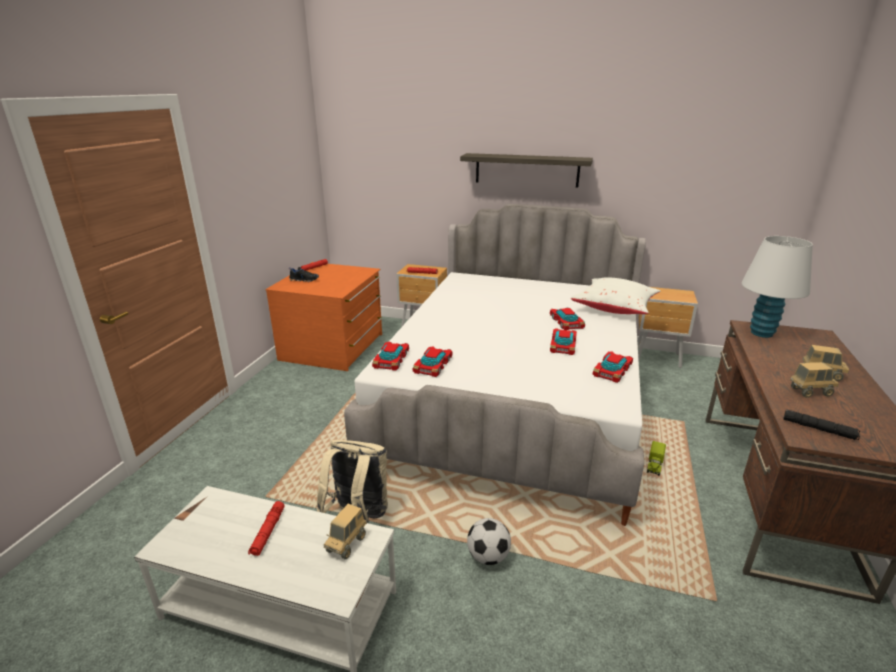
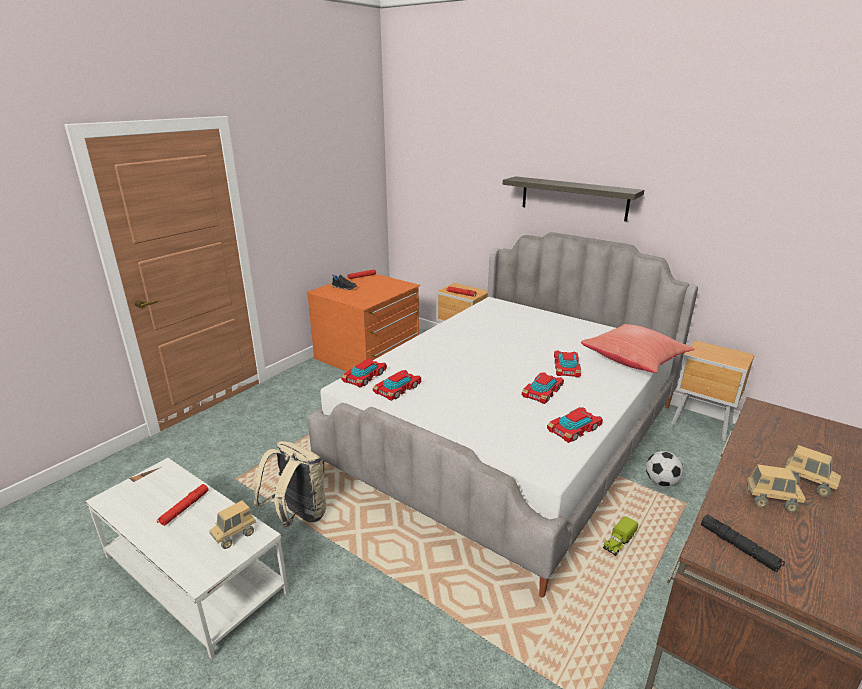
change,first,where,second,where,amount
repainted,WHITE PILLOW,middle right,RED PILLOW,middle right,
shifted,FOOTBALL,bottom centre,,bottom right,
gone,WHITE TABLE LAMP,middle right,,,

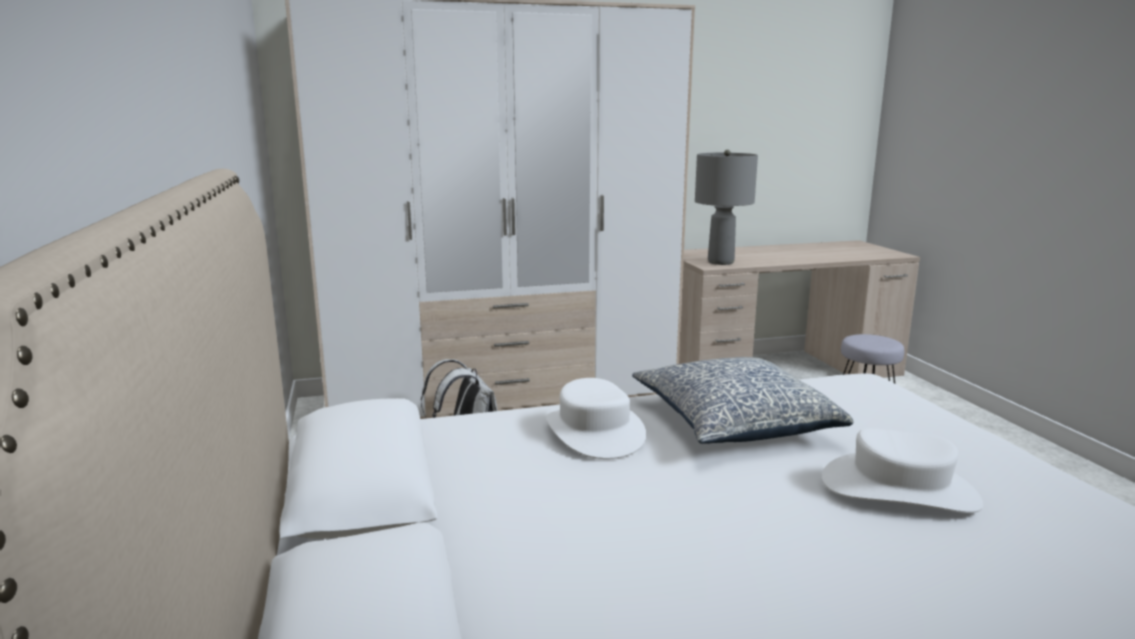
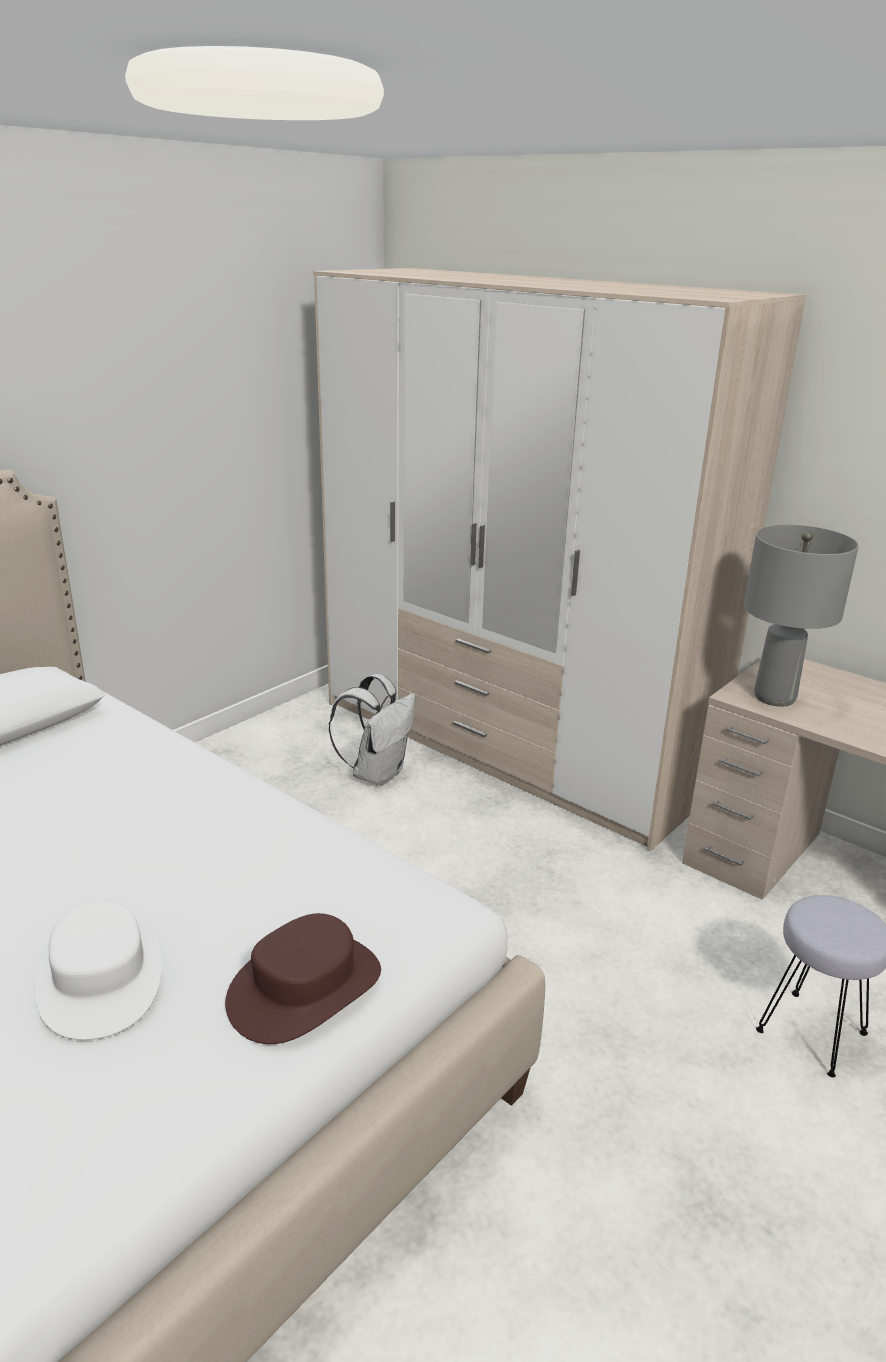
change,first,where,second,where,amount
new,,,BROWN HAT,bottom centre,
gone,WHITE HAT (no. 1 from left),centre,,,
gone,PILLOW,centre,,,

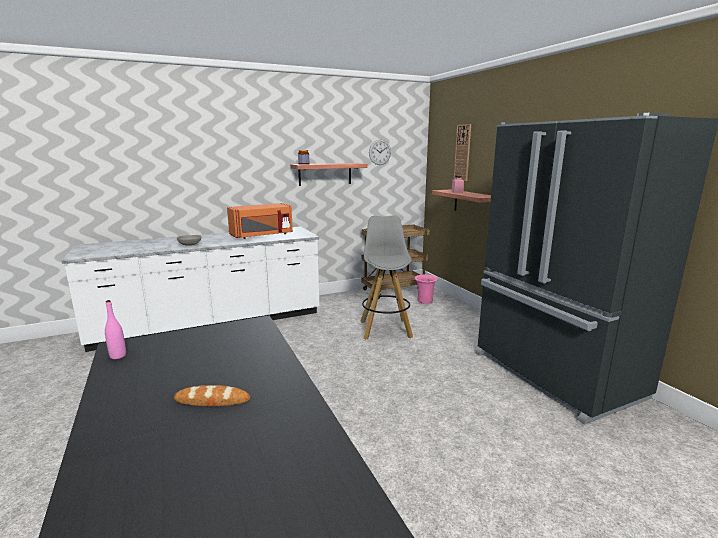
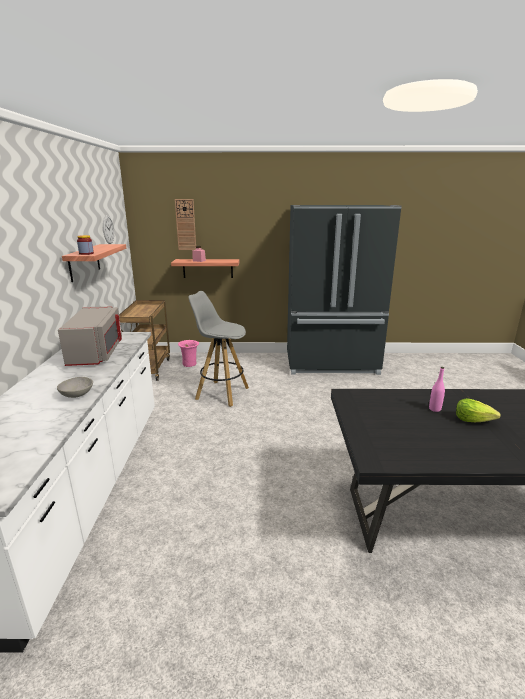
change,first,where,second,where,amount
repainted,ORANGE MICROWAVE,centre,GREY MICROWAVE,middle left,
shifted,PINK BOTTLE,middle left,,middle right,
swapped,BREAD,bottom left,LETTUCE,middle right,

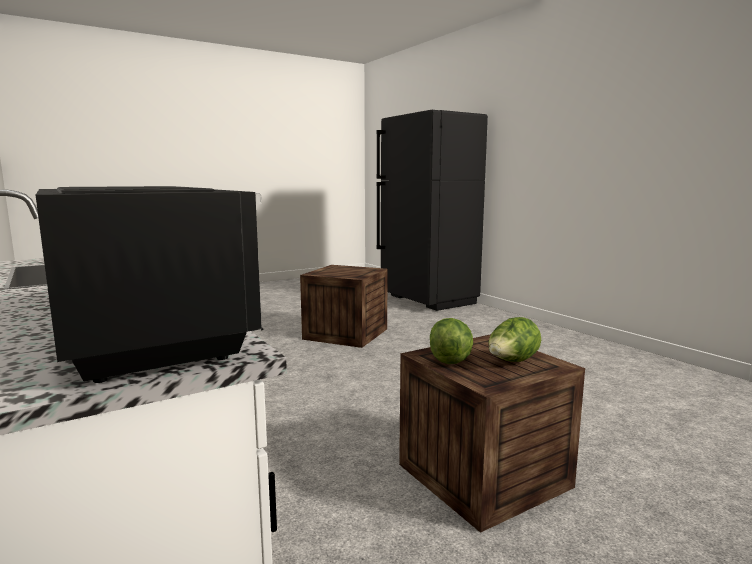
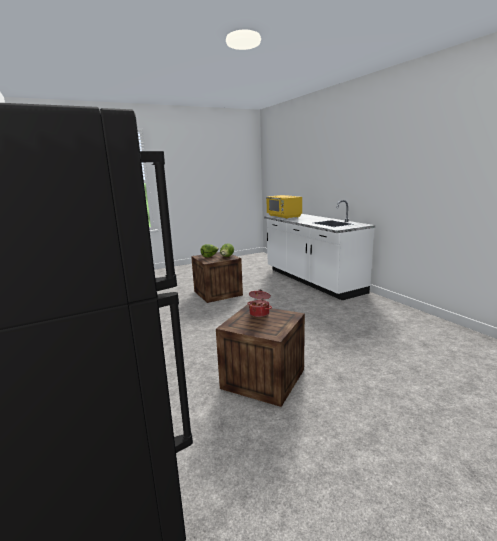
change,first,where,second,where,amount
new,,,COOKING POT,centre,
repainted,BLACK MICROWAVE,middle left,YELLOW MICROWAVE,centre,

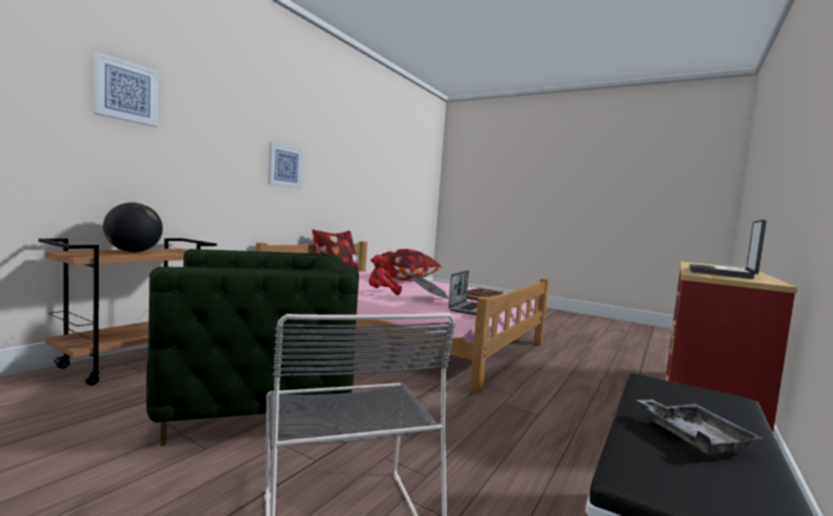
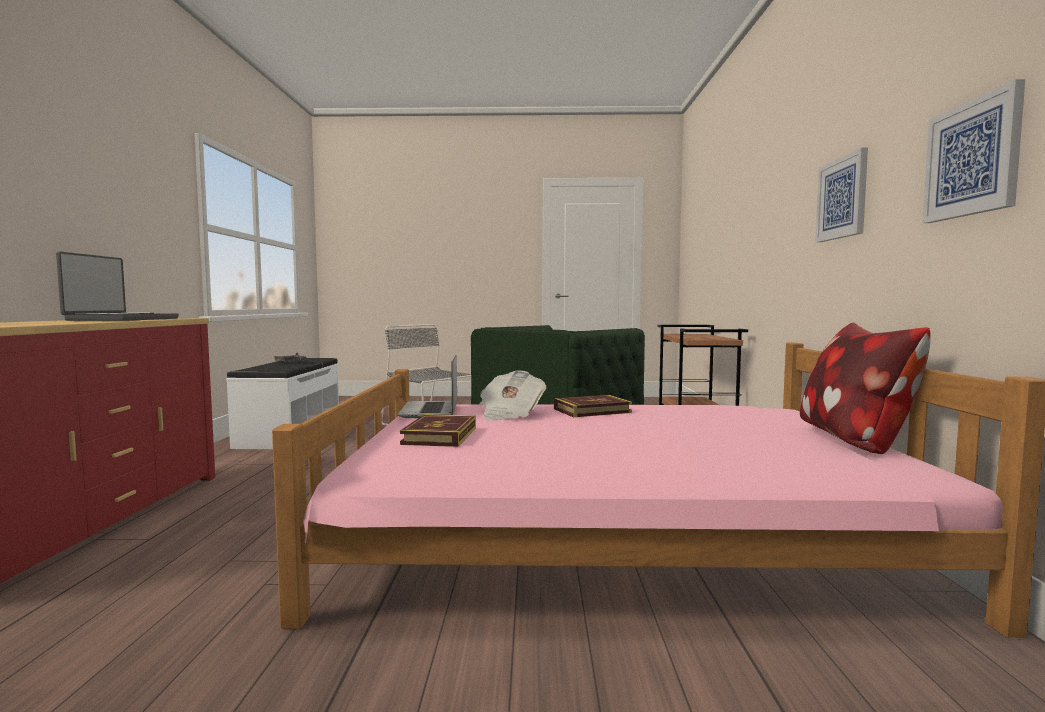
change,first,where,second,where,amount
swapped,RED PLUSH TOY,centre,BOOK (no. 2 from left),centre,
shifted,PICTURE (no. 1 from left in the first image),top left,PICTURE (no. 2 from left),top right,
gone,GLOBE,middle left,,,
gone,PILLOW (no. 2 from left),centre,,,

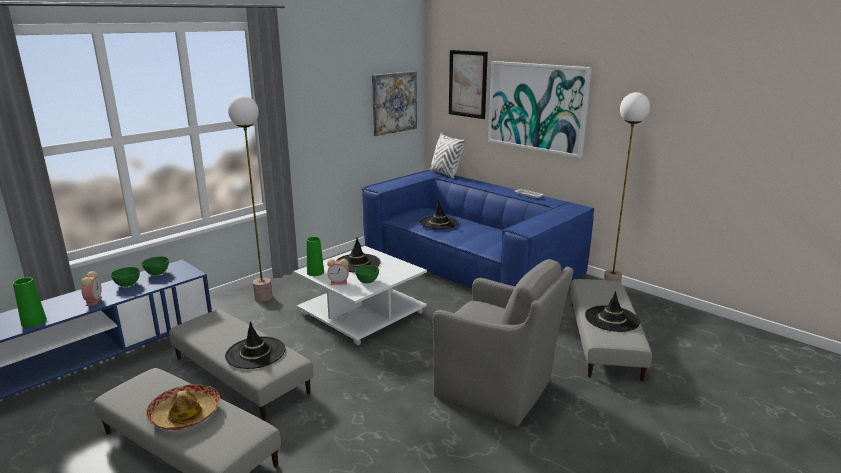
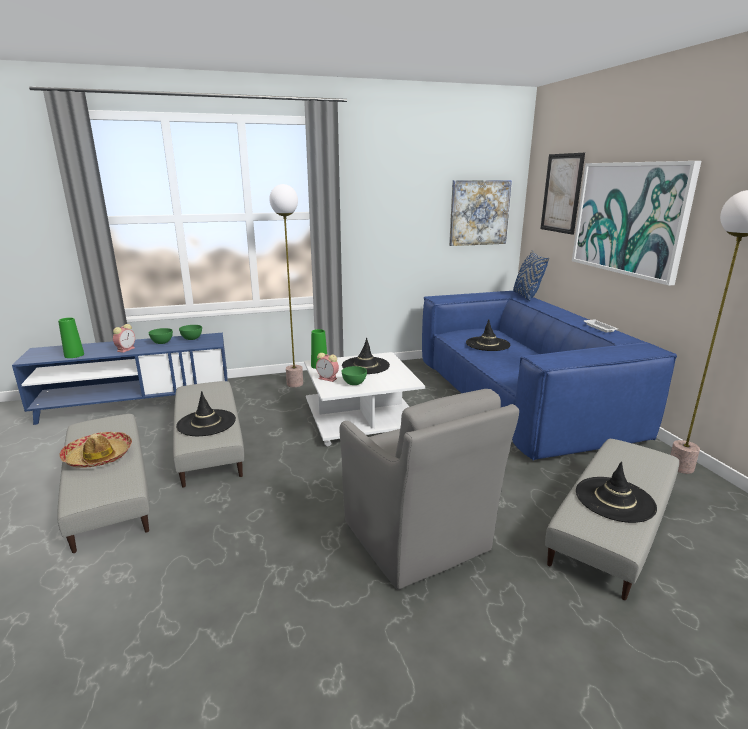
change,first,where,second,where,amount
repainted,WHITE PILLOW,top centre,BLUE PILLOW,middle right,

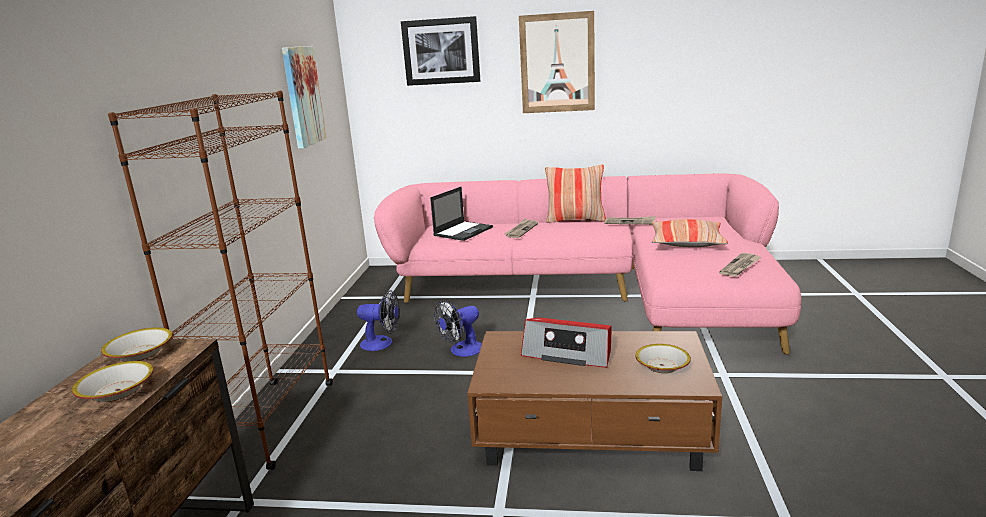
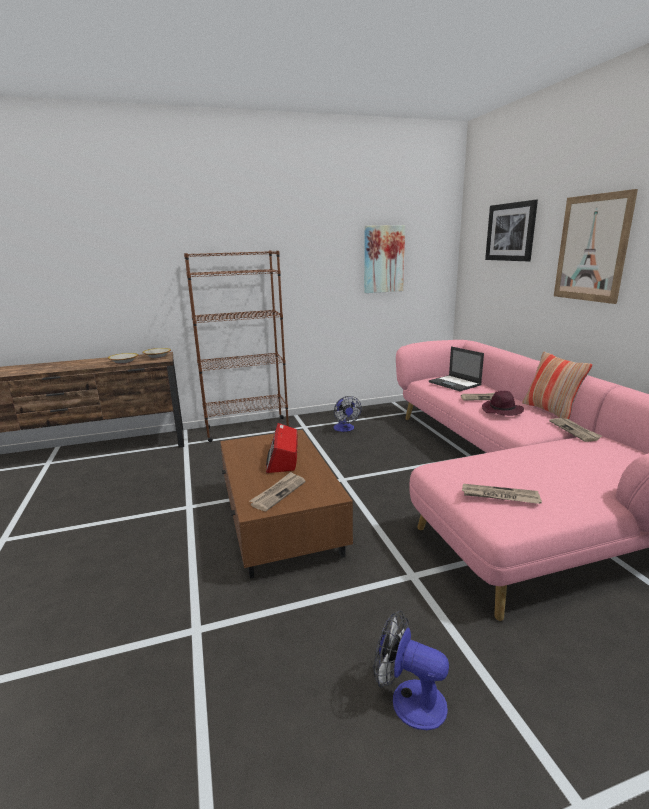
change,first,where,second,where,amount
swapped,BOWL (no. 3 from left),bottom right,NEWSPAPER (no. 1 from left),centre,
shifted,FAN (no. 2 from left),centre,,bottom centre,
rotated,LAPTOP,centre,,middle right,45 degrees clockwise
new,,,PURPLE HAT,middle right,
gone,PILLOW (no. 2 from left),middle right,,,

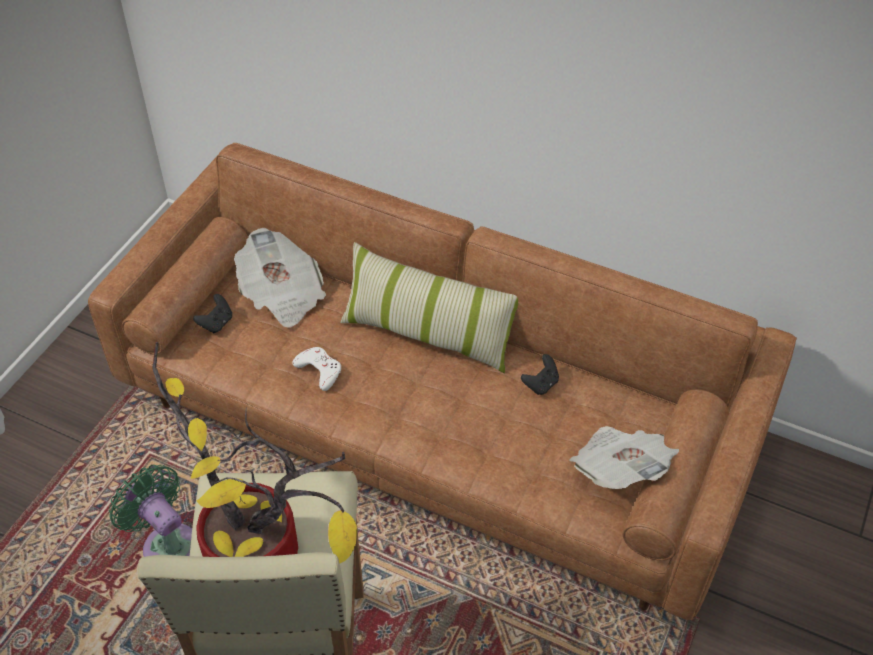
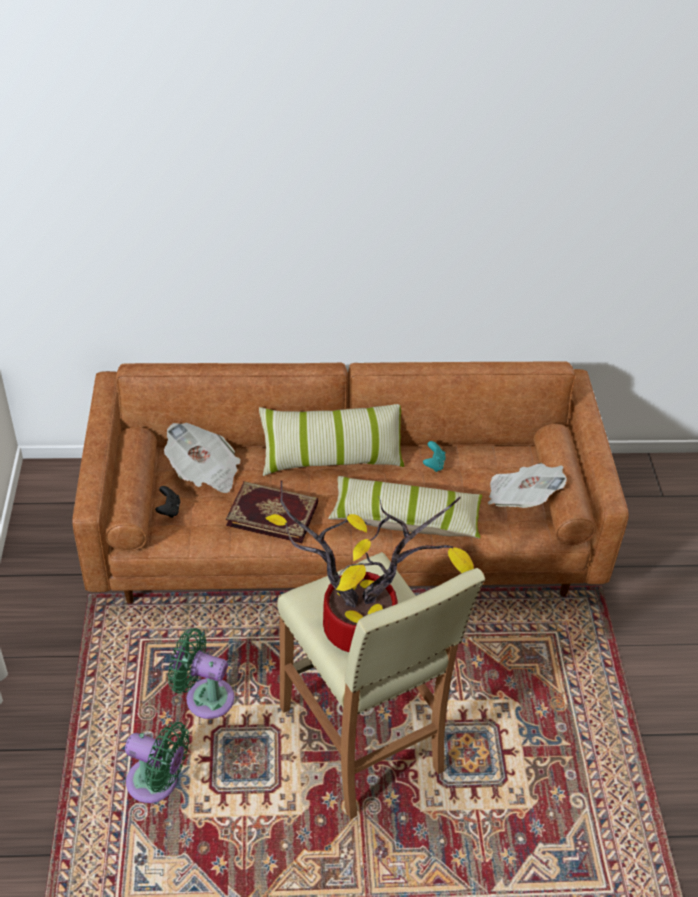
change,first,where,second,where,amount
new,,,GREEN FAN (no. 1 from left),bottom left,
swapped,WHITE GAME CONTROLLER,centre,BOOK,centre,
new,,,PILLOW (no. 2 from left),centre,
repainted,BLACK GAME CONTROLLER (no. 2 from left),centre,TURQUOISE GAME CONTROLLER,centre,

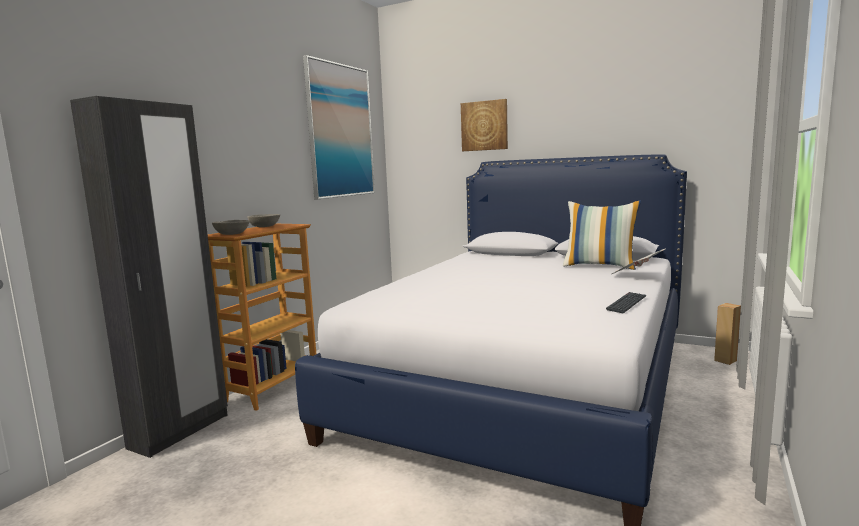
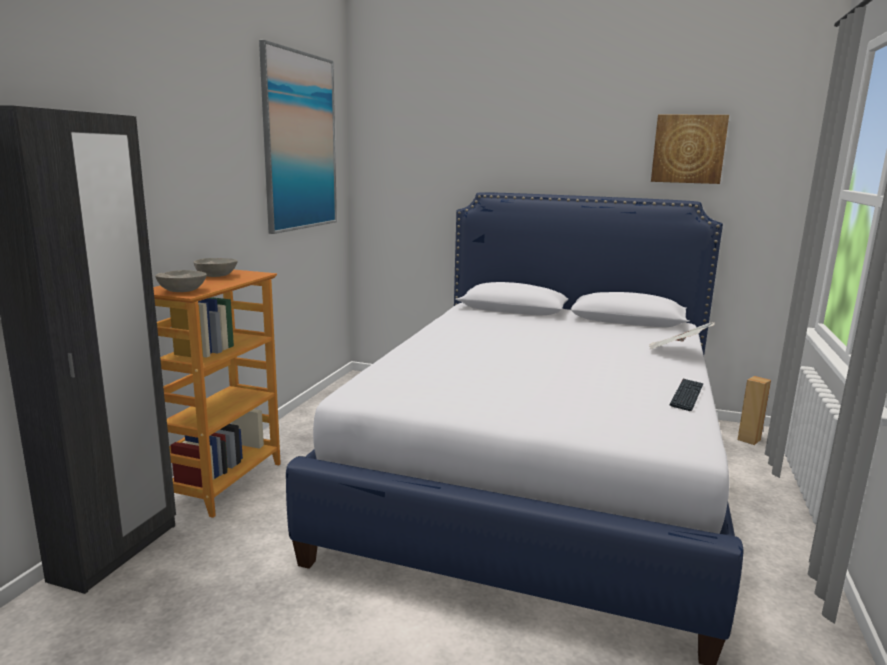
change,first,where,second,where,amount
shifted,PICTURE (no. 2 from left),top centre,,top right,
gone,PILLOW,middle right,,,

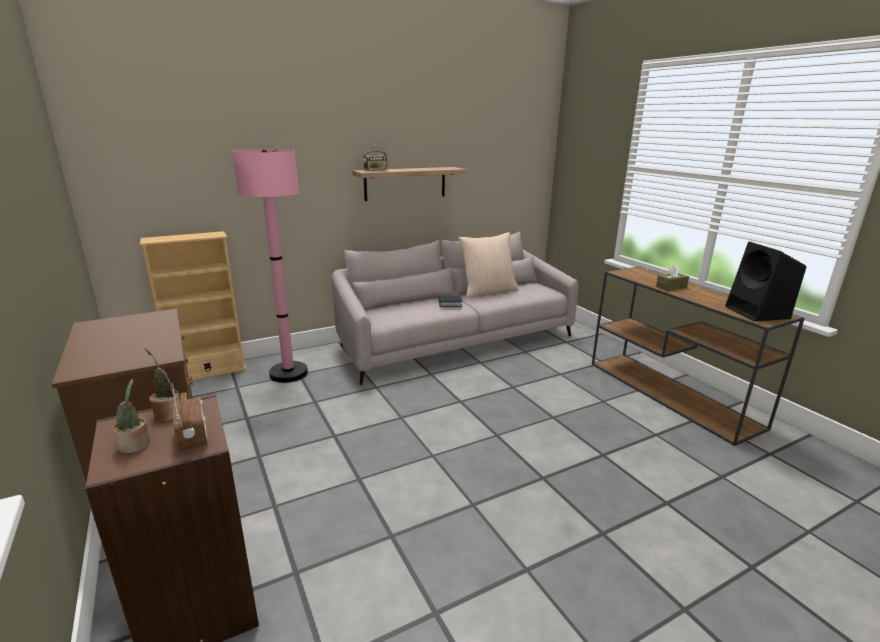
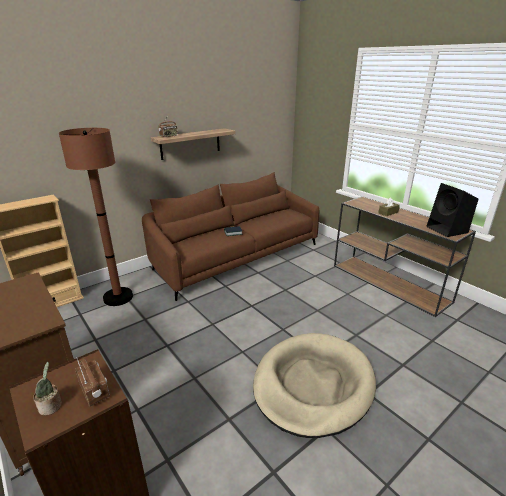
change,first,where,second,where,amount
repainted,PINK FLOOR LAMP,middle left,BROWN FLOOR LAMP,middle left,
repainted,GREY SOFA,centre,BROWN SOFA,centre,
new,,,BEIGE DOG BED,bottom centre,
gone,POTTED PLANT (no. 2 from left),middle left,,,
gone,BEIGE PILLOW,centre,,,

